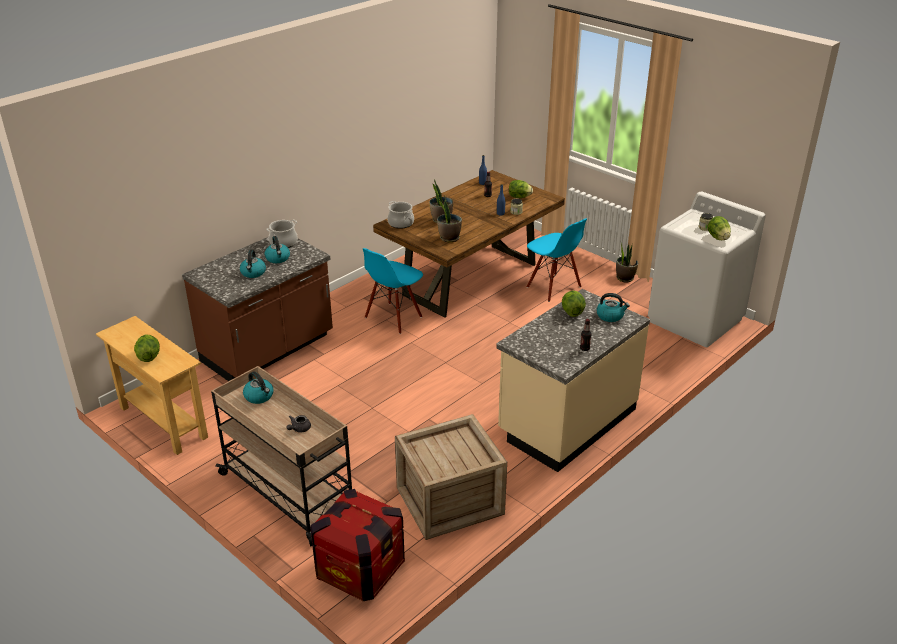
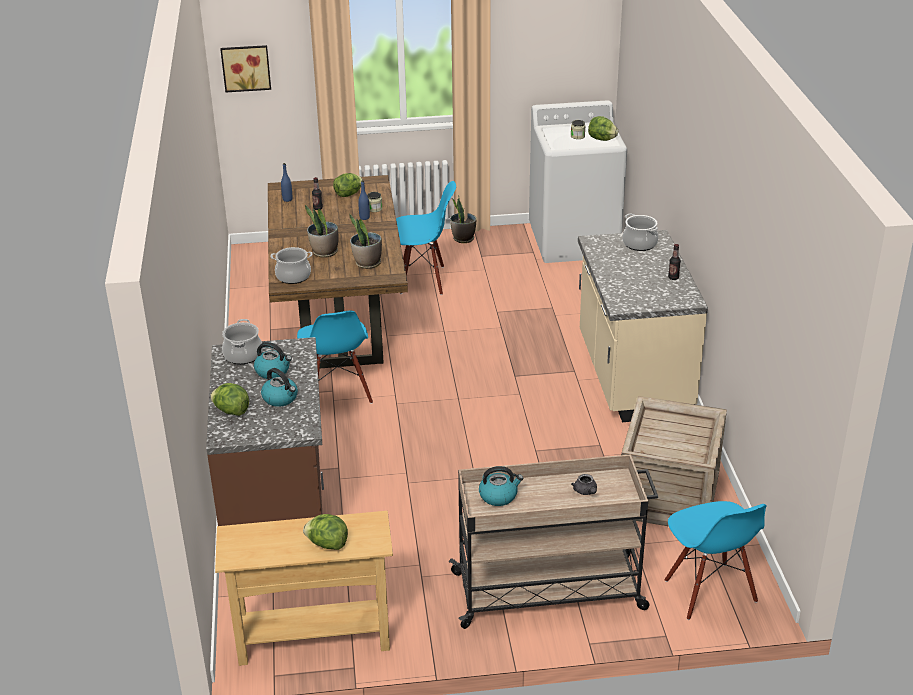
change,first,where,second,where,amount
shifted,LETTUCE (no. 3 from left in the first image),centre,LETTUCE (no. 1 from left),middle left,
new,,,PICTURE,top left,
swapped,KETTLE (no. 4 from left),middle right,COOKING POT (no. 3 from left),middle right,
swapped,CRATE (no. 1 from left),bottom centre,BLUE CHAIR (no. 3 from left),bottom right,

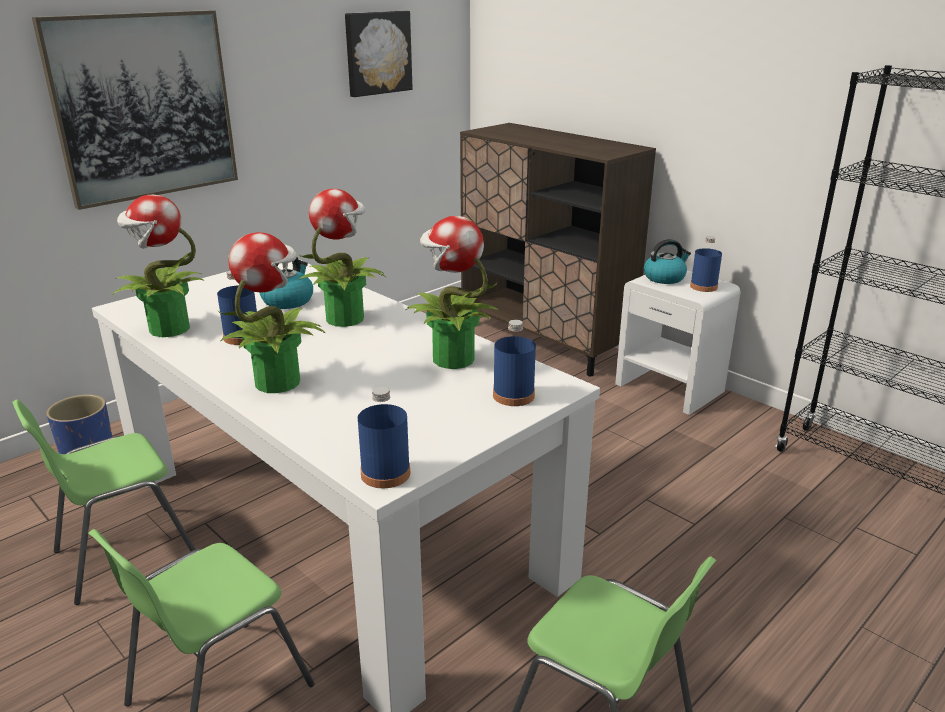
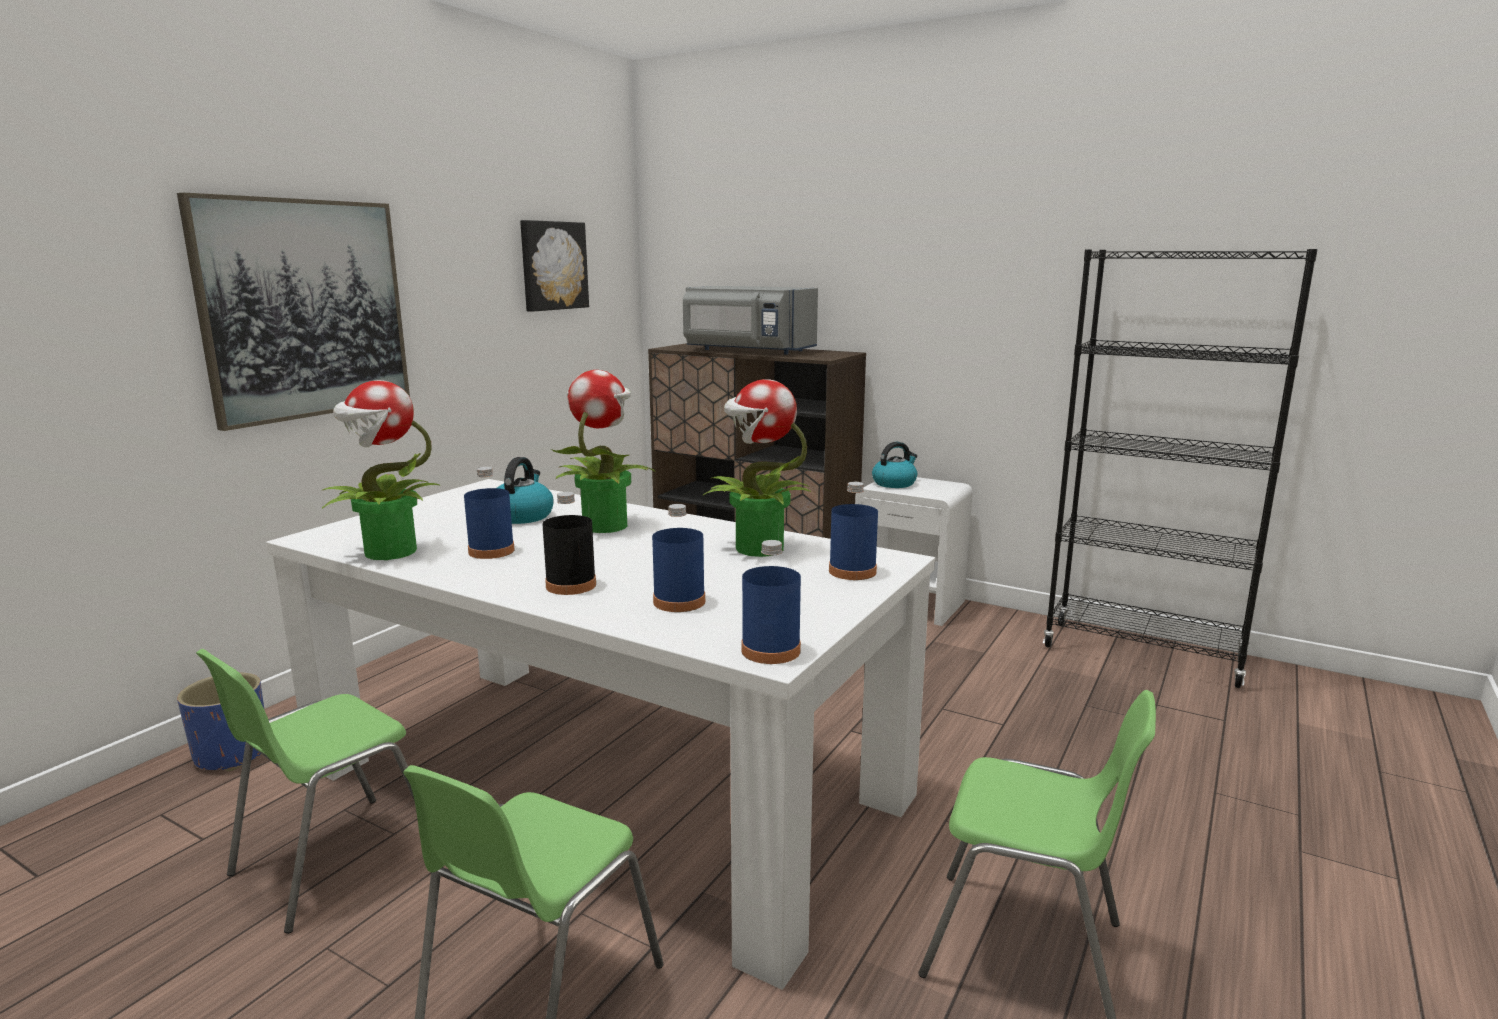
change,first,where,second,where,amount
swapped,POTTED PLANT (no. 2 from left),middle left,BLACK BOTTLE,centre,
shifted,BLUE BOTTLE (no. 4 from left in the first image),middle right,BLUE BOTTLE (no. 2 from left),centre,
new,,,GREY MICROWAVE,top centre,

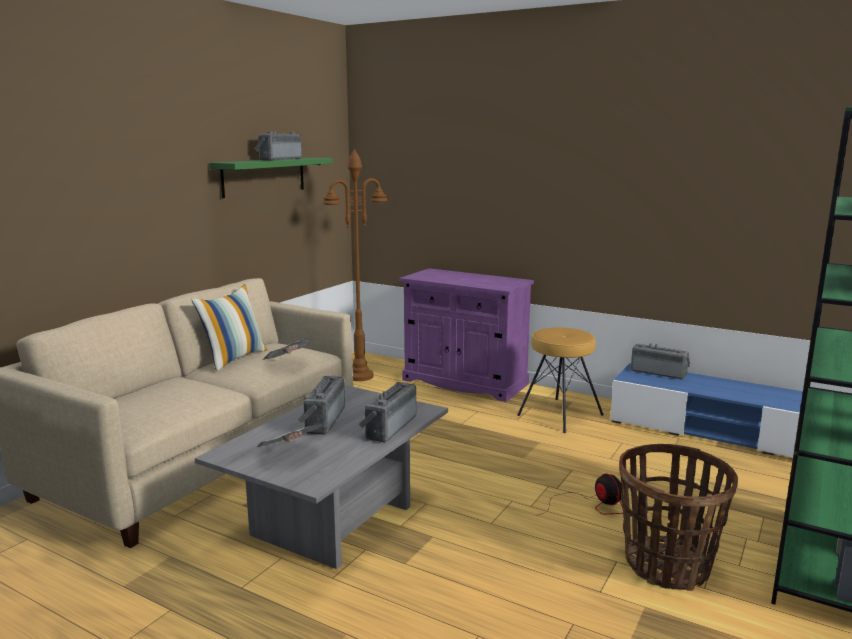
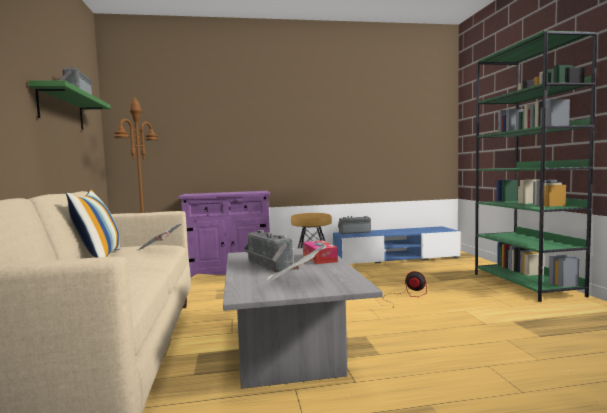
change,first,where,second,where,amount
swapped,RADIO (no. 3 from left),centre,TISSUE BOX,centre,
gone,BASKET,bottom right,,,

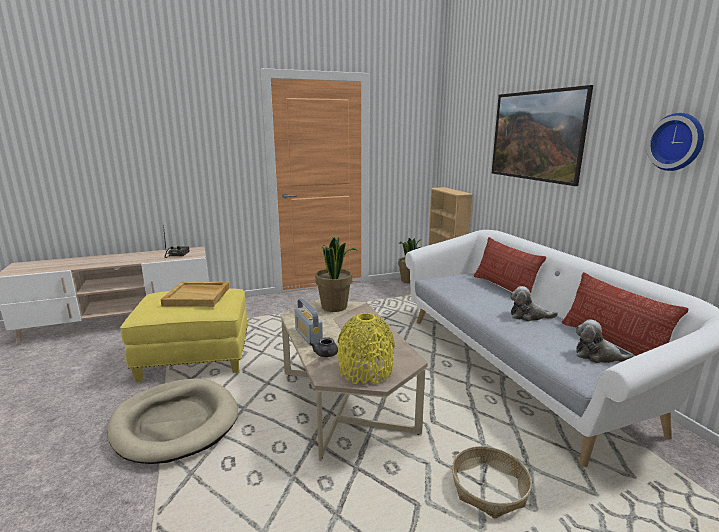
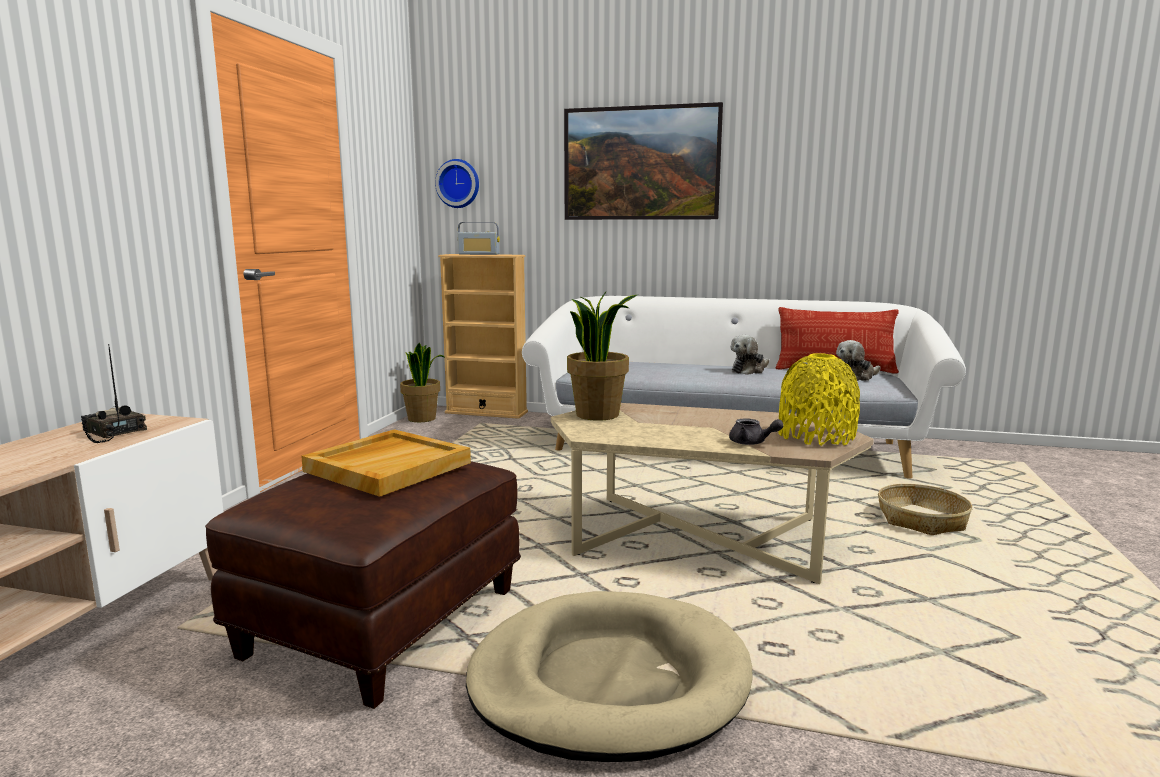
change,first,where,second,where,amount
repainted,YELLOW OTTOMAN,middle left,BROWN OTTOMAN,bottom left,
shifted,WALL CLOCK,top right,,top centre,
shifted,RADIO (no. 2 from left),centre,,top centre,
gone,PILLOW (no. 1 from left),middle right,,,

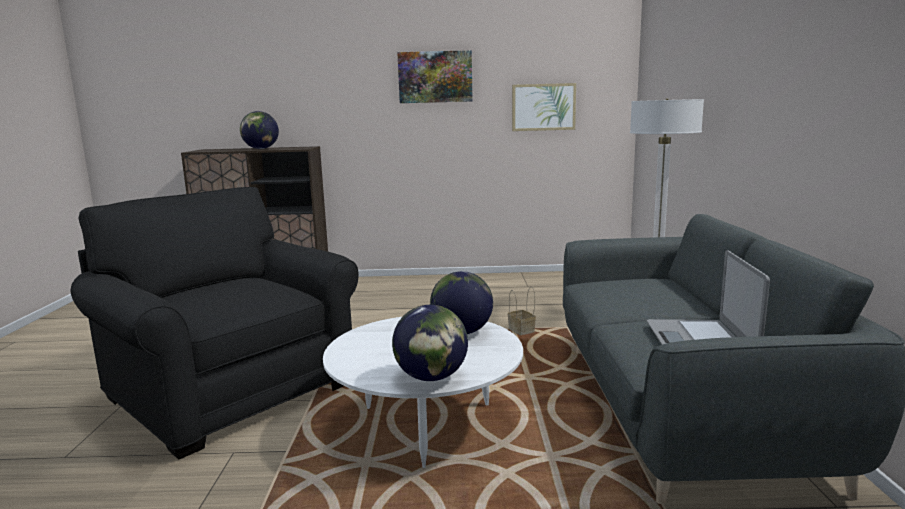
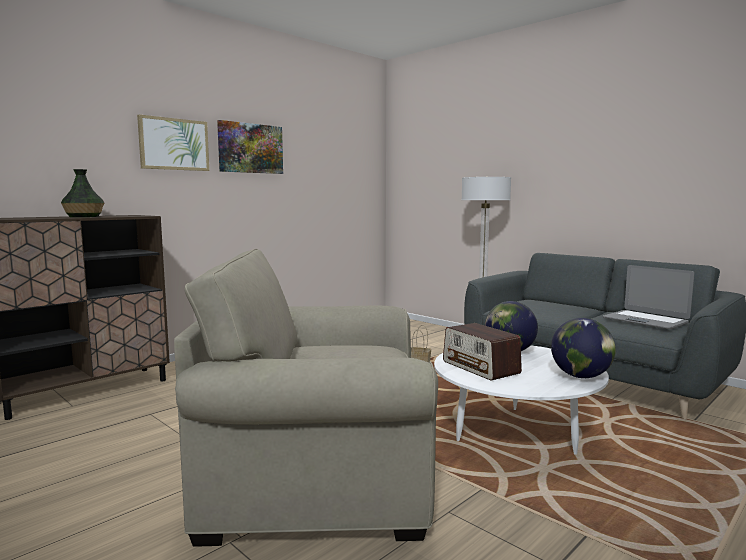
change,first,where,second,where,amount
swapped,GLOBE (no. 1 from left),top left,VASE,middle left,
shifted,PICTURE (no. 2 from left in the first image),top centre,PICTURE (no. 1 from left),top left,
repainted,BLACK ARMCHAIR,middle left,BEIGE ARMCHAIR,bottom centre,
new,,,RADIO,centre,

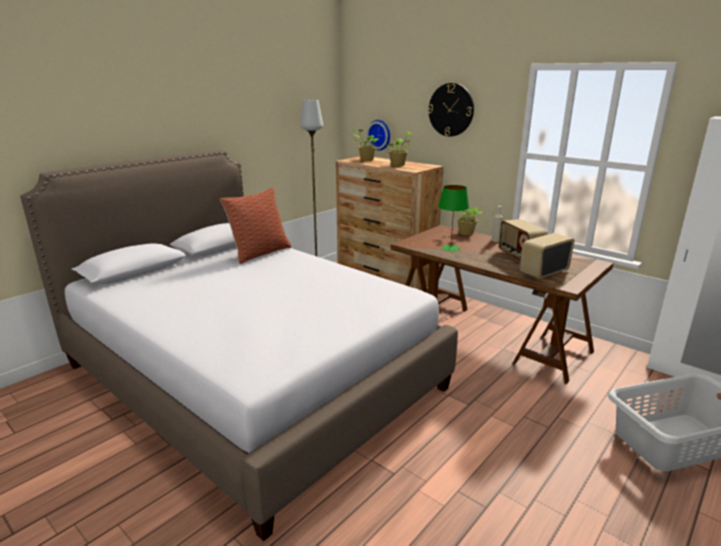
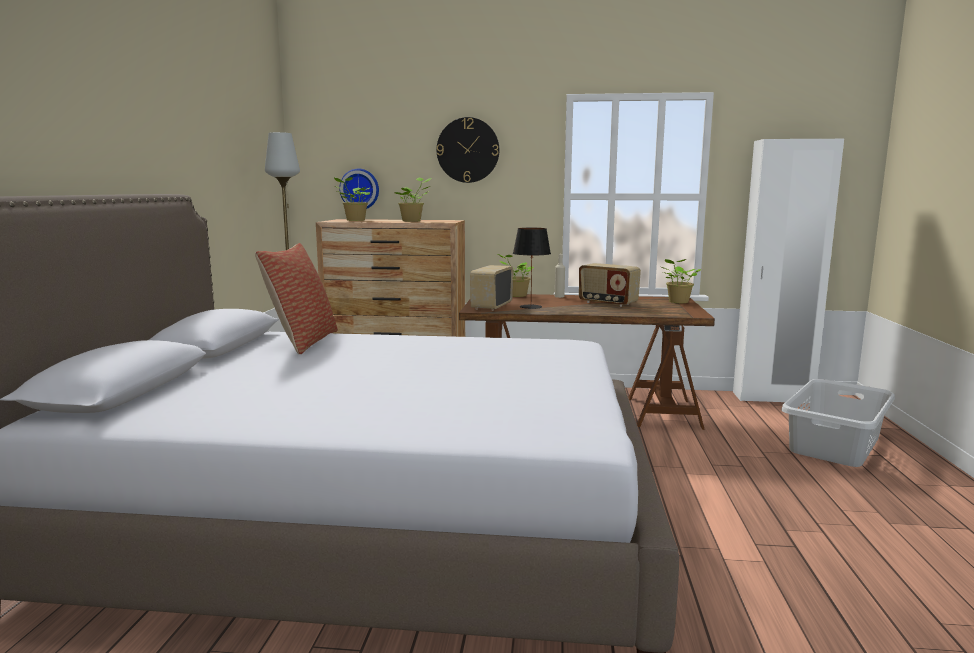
change,first,where,second,where,amount
shifted,RADIO (no. 2 from left in the first image),middle right,RADIO (no. 1 from left),centre,
repainted,GREEN TABLE LAMP,centre,BLACK TABLE LAMP,centre,
new,,,POTTED PLANT (no. 4 from left),middle right,

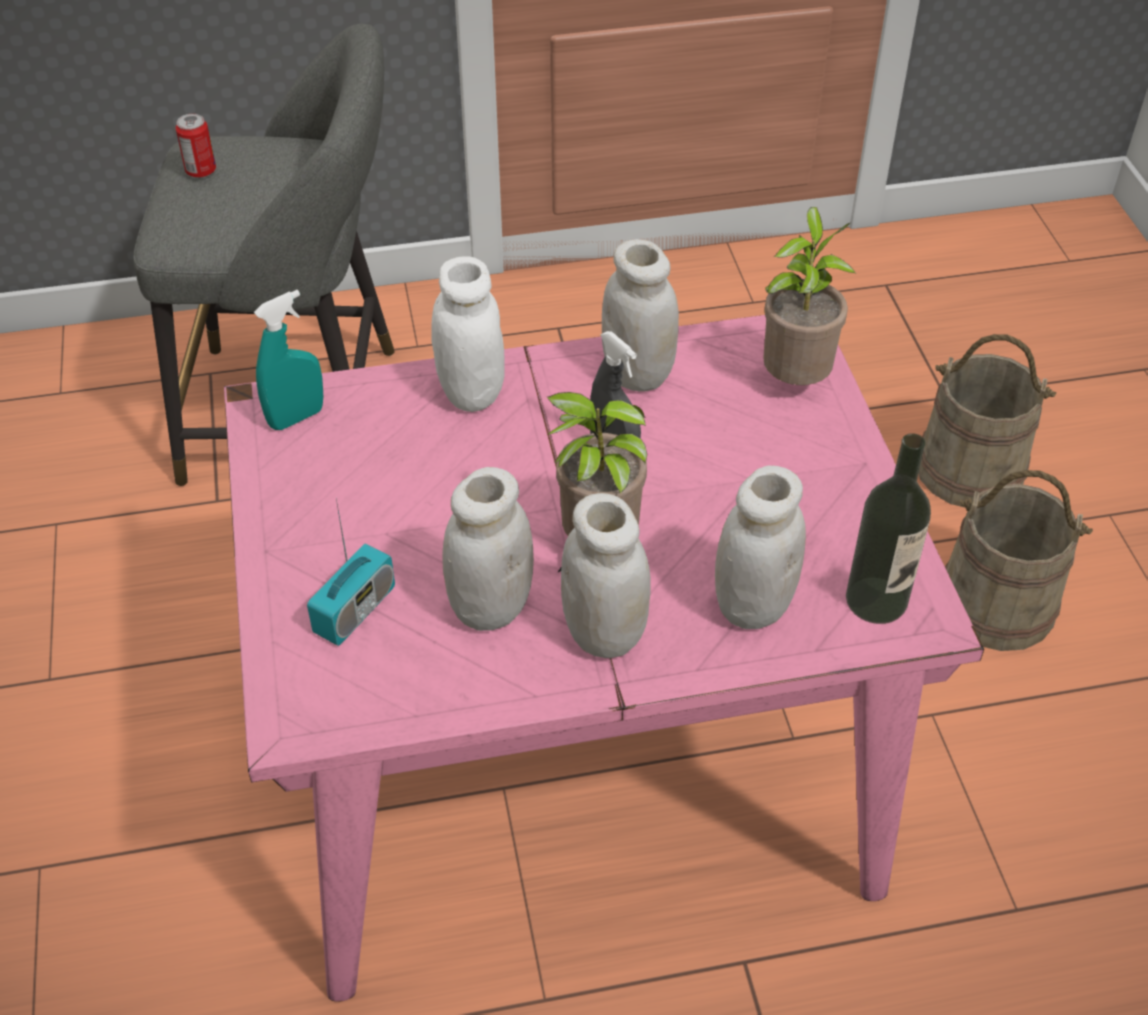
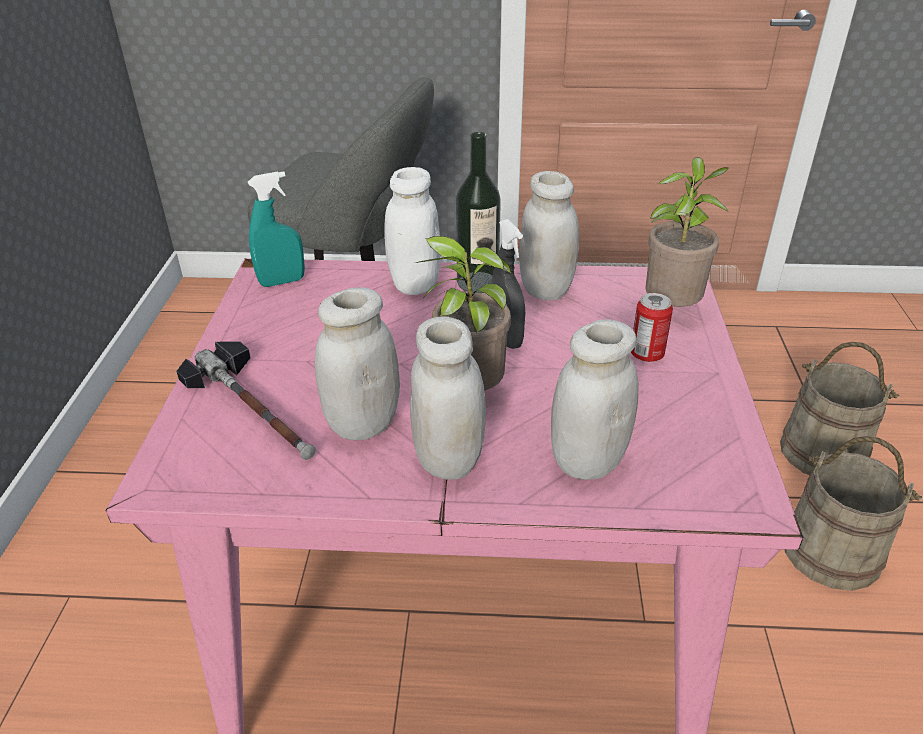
change,first,where,second,where,amount
swapped,RADIO,middle left,HAMMER,middle left,
shifted,BOTTLE,middle right,,top centre,
shifted,CAN,top left,,middle right,

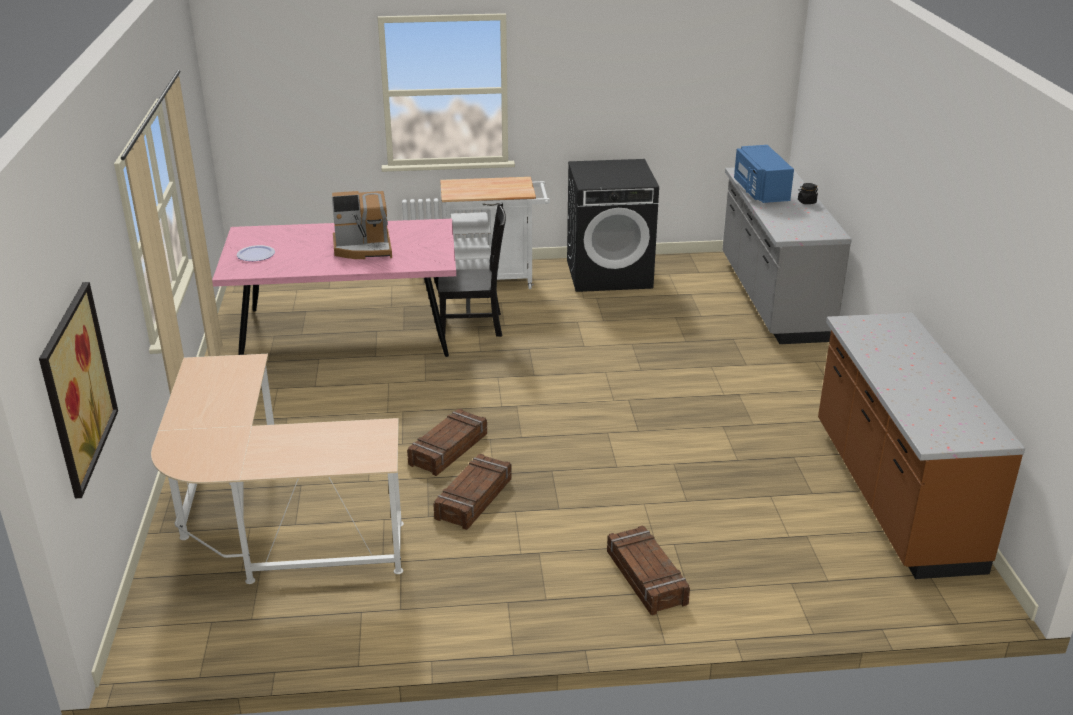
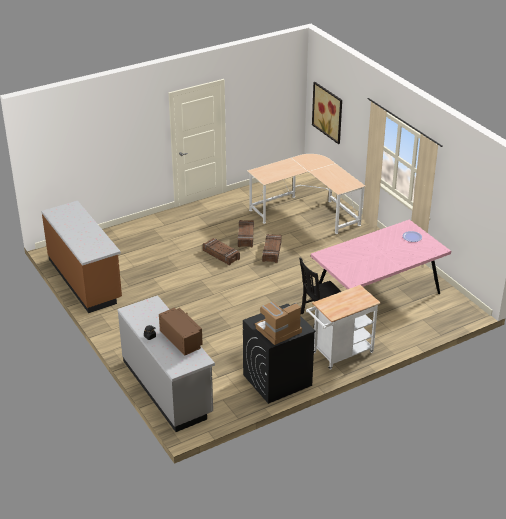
change,first,where,second,where,amount
repainted,BLUE MICROWAVE,top right,BROWN MICROWAVE,centre,
shifted,CRATE (no. 3 from left in the first image),bottom centre,CRATE (no. 1 from left),centre,
shifted,COFFEE MACHINE,top centre,,centre,

